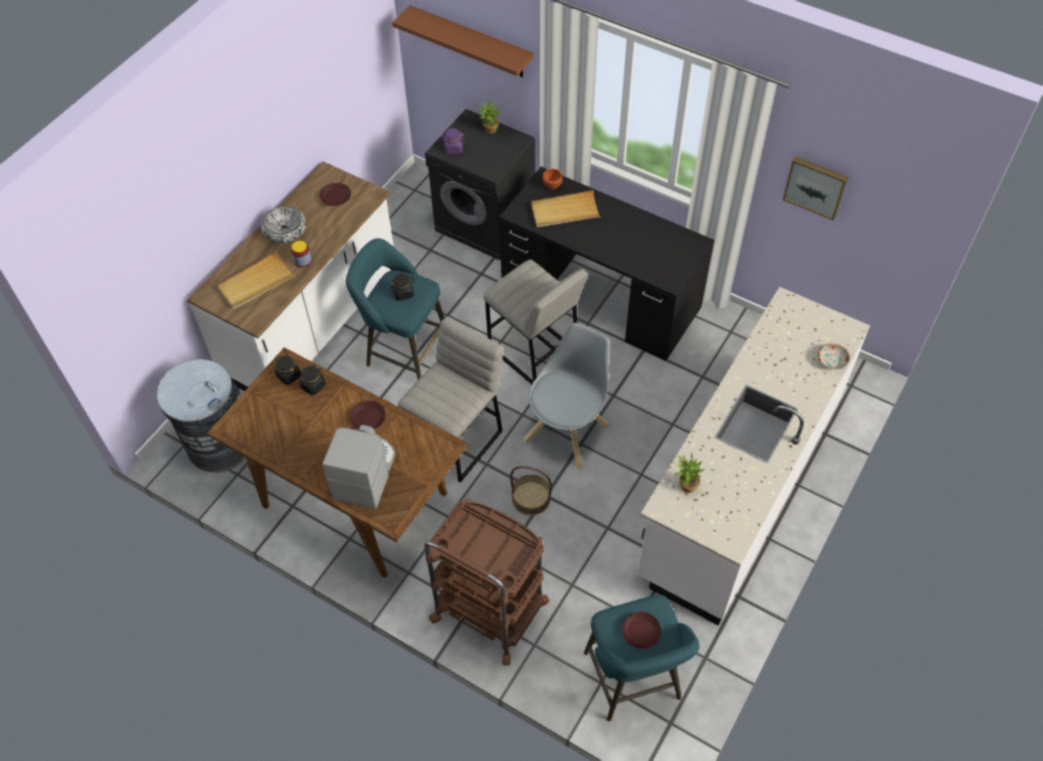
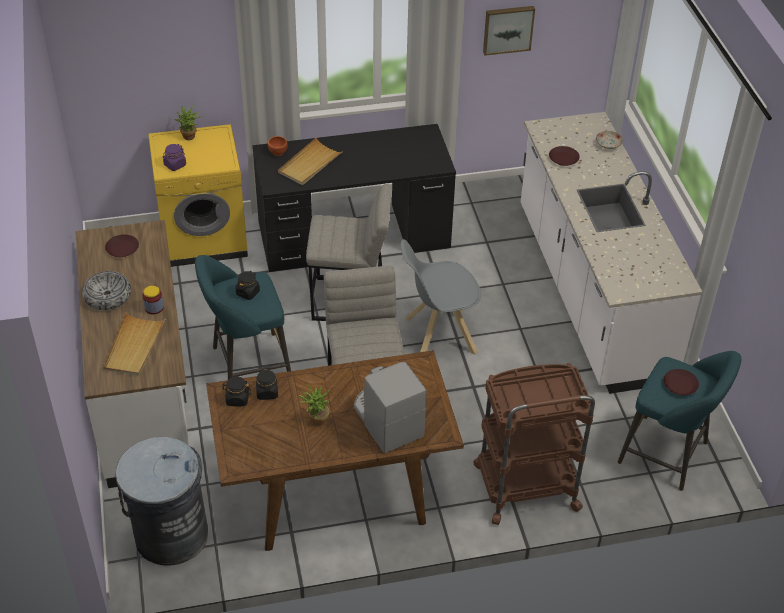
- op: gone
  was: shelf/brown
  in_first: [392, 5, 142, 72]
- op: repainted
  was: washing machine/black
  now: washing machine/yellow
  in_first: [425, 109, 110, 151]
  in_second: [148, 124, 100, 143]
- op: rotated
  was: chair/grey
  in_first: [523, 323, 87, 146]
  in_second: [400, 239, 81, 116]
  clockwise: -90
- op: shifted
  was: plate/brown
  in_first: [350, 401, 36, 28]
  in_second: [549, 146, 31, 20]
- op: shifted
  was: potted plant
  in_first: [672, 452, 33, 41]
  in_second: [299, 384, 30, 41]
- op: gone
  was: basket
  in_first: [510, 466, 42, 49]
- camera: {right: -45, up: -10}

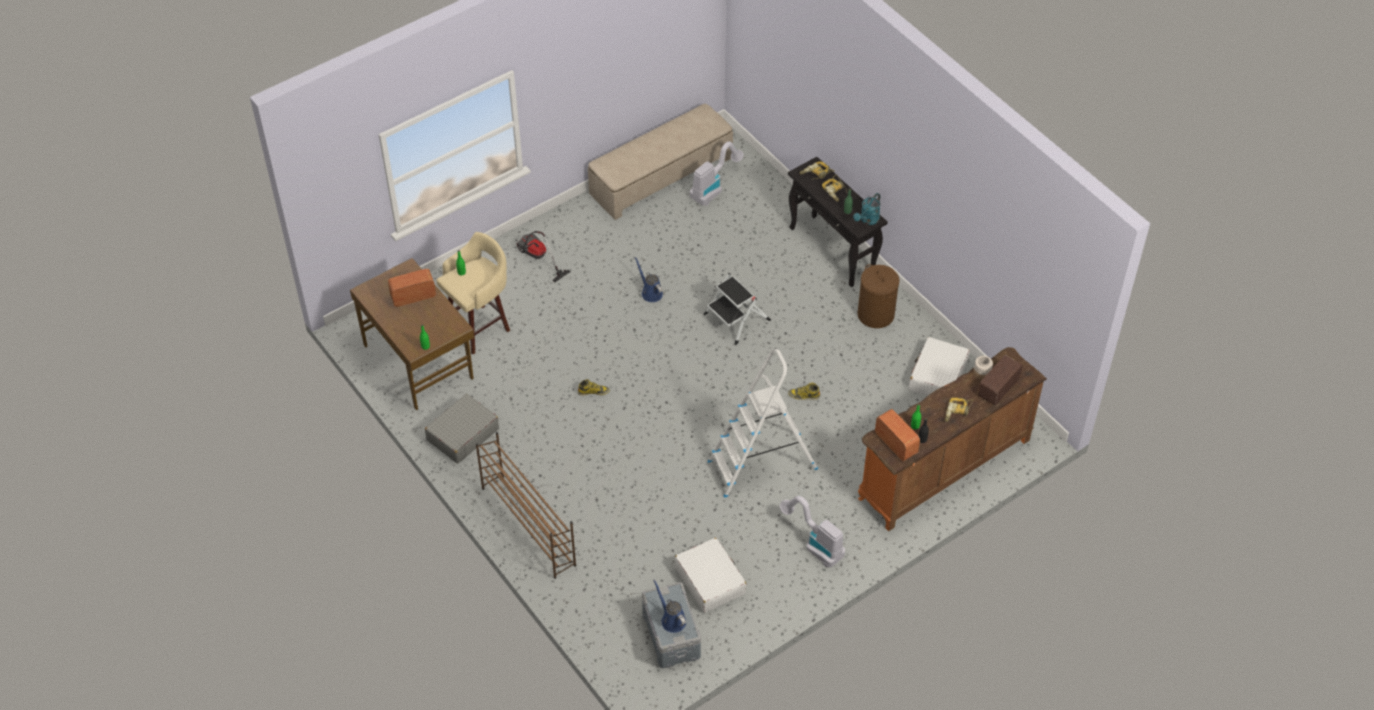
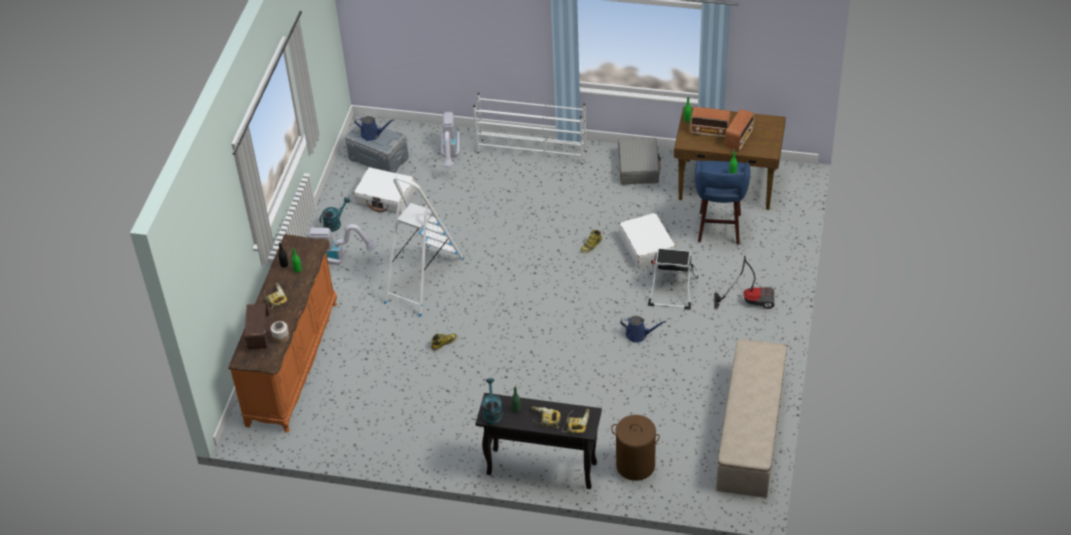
- op: shifted
  was: vacuum cleaner
  in_first: [690, 141, 54, 65]
  in_second: [441, 112, 20, 54]
- op: repainted
  was: stool/beige
  now: stool/blue
  in_first: [436, 232, 74, 122]
  in_second: [695, 160, 55, 84]
- op: shifted
  was: laundry basket/brown
  in_first: [857, 264, 42, 64]
  in_second: [611, 415, 49, 66]
- op: shifted
  was: step ladder
  in_first: [704, 273, 67, 72]
  in_second: [648, 248, 50, 62]
- op: shifted
  was: suitcase/white
  in_first: [909, 337, 60, 59]
  in_second: [619, 213, 57, 56]
- op: shifted
  was: radio
  in_first: [875, 409, 45, 52]
  in_second: [690, 107, 41, 30]
- op: repainted
  was: shoe rack/brown
  now: shoe rack/white
  in_first: [476, 432, 100, 147]
  in_second: [473, 93, 114, 72]
- op: new
  now: watering can/turquoise
  in_second: [319, 197, 31, 35]
- camera: {right: 140, up: -5}

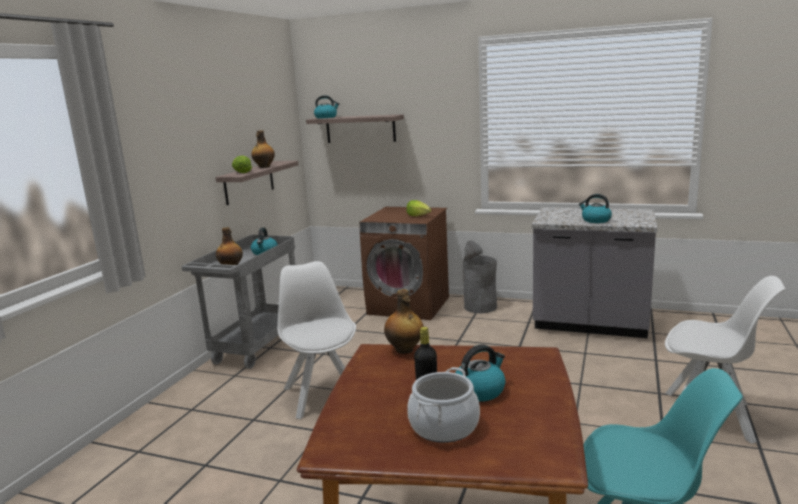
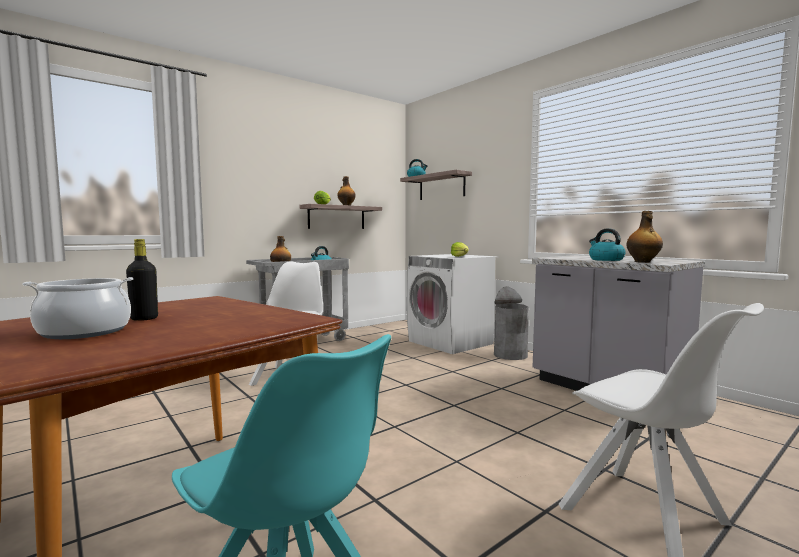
- op: repainted
  was: washing machine/brown
  now: washing machine/white
  in_first: [360, 207, 89, 113]
  in_second: [407, 254, 91, 100]
- op: shifted
  was: bottle
  in_first: [384, 289, 40, 65]
  in_second: [626, 211, 37, 52]
- op: gone
  was: kettle
  in_first: [455, 344, 51, 58]
- camera: {right: 30, up: -10}

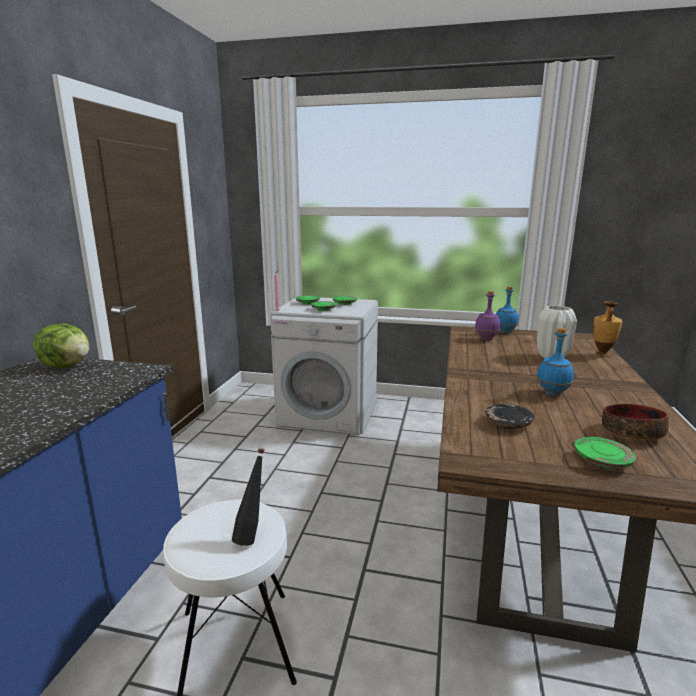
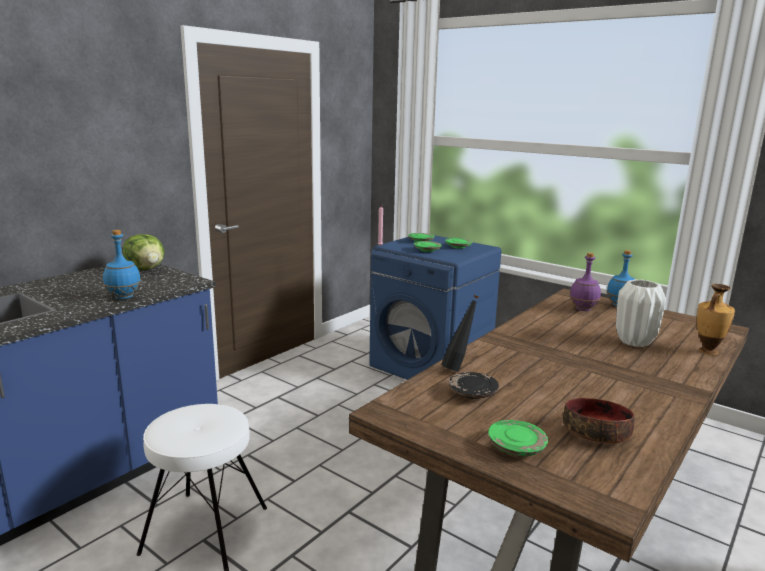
- op: repainted
  was: washing machine/white
  now: washing machine/blue
  in_first: [270, 297, 108, 138]
  in_second: [369, 235, 132, 145]
- op: shifted
  was: bottle/blue
  in_first: [537, 328, 37, 68]
  in_second: [103, 230, 38, 69]
- op: shifted
  was: bottle/black
  in_first: [232, 448, 33, 98]
  in_second: [441, 294, 38, 77]
- camera: {right: 25, up: 0}

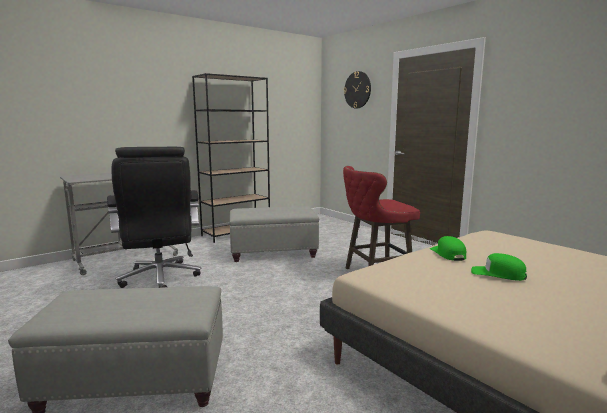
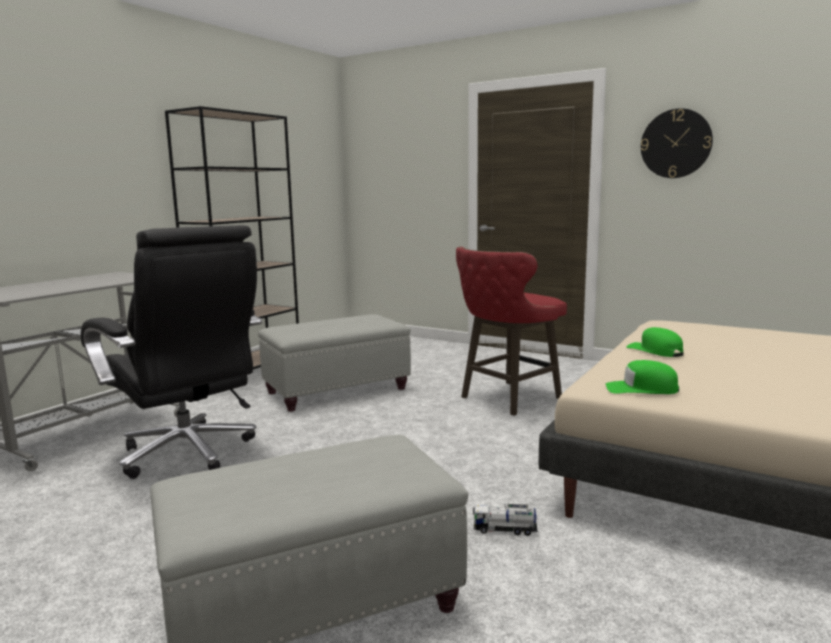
- op: shifted
  was: wall clock
  in_first: [344, 71, 27, 37]
  in_second: [641, 108, 72, 70]
- op: shifted
  was: cap/green
  in_first: [471, 253, 56, 28]
  in_second: [605, 360, 74, 34]
- op: new
  now: toy truck
  in_second: [473, 504, 65, 32]
- camera: {right: -20, up: 0}

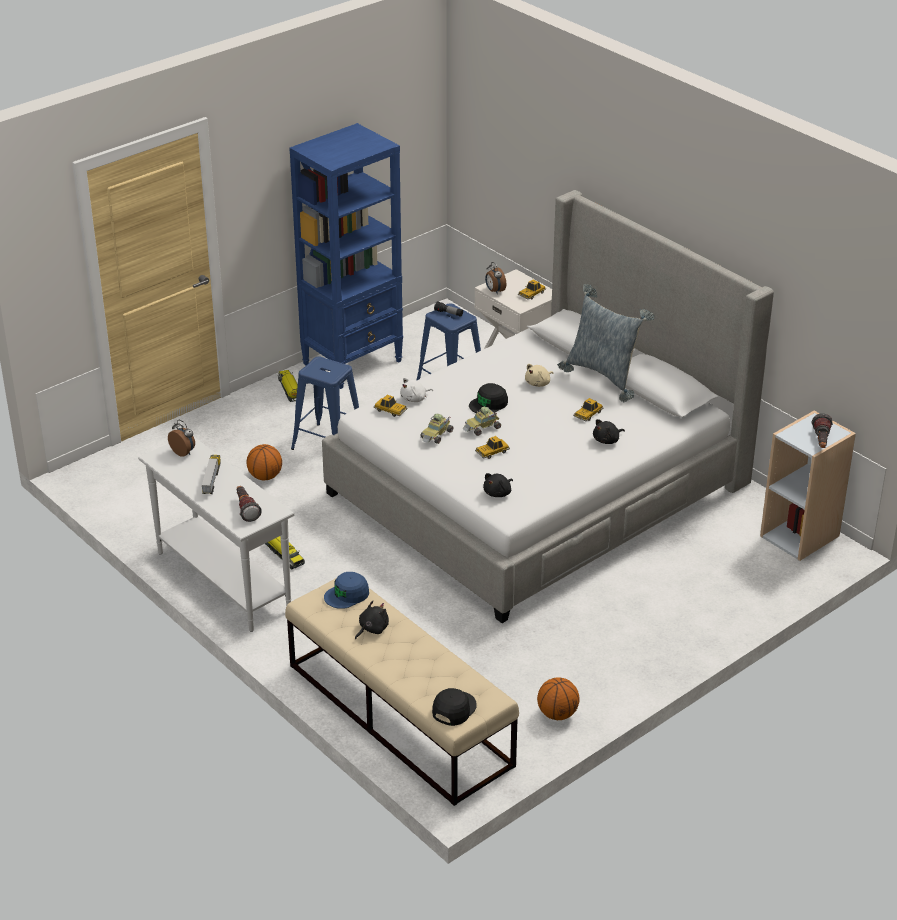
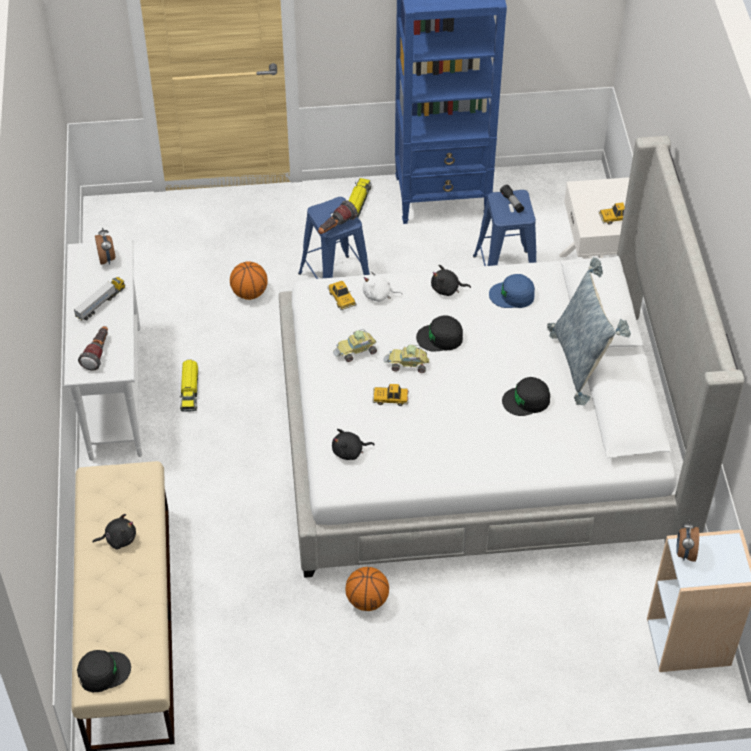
- op: shifted
  was: alarm clock
  in_first: [485, 262, 21, 31]
  in_second: [676, 520, 23, 42]
- op: gone
  was: plush toy/beige
  in_first: [525, 364, 28, 23]
- op: swapped
  was: toy car
  now: cap/black
  in_first: [573, 398, 30, 23]
  in_second: [502, 377, 48, 39]
- op: shifted
  was: flashlight
  in_first: [812, 413, 21, 35]
  in_second: [318, 200, 40, 34]
- op: shifted
  was: plush toy/black
  in_first: [593, 419, 32, 25]
  in_second: [431, 265, 40, 31]
- op: shifted
  was: cap/blue
  in_first: [324, 572, 45, 37]
  in_second: [489, 274, 46, 34]
- op: shifted
  was: basketball
  in_first: [537, 677, 43, 43]
  in_second: [345, 567, 44, 44]
- camera: {right: 35, up: 15}

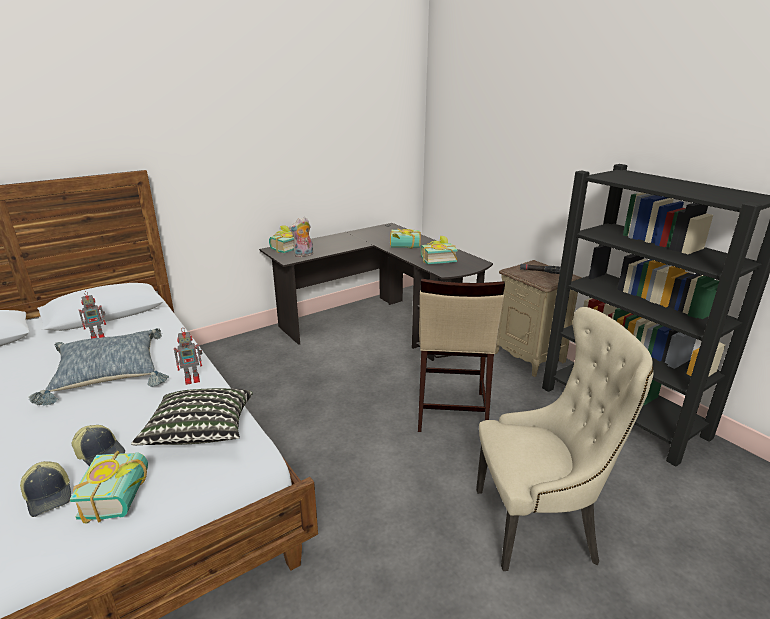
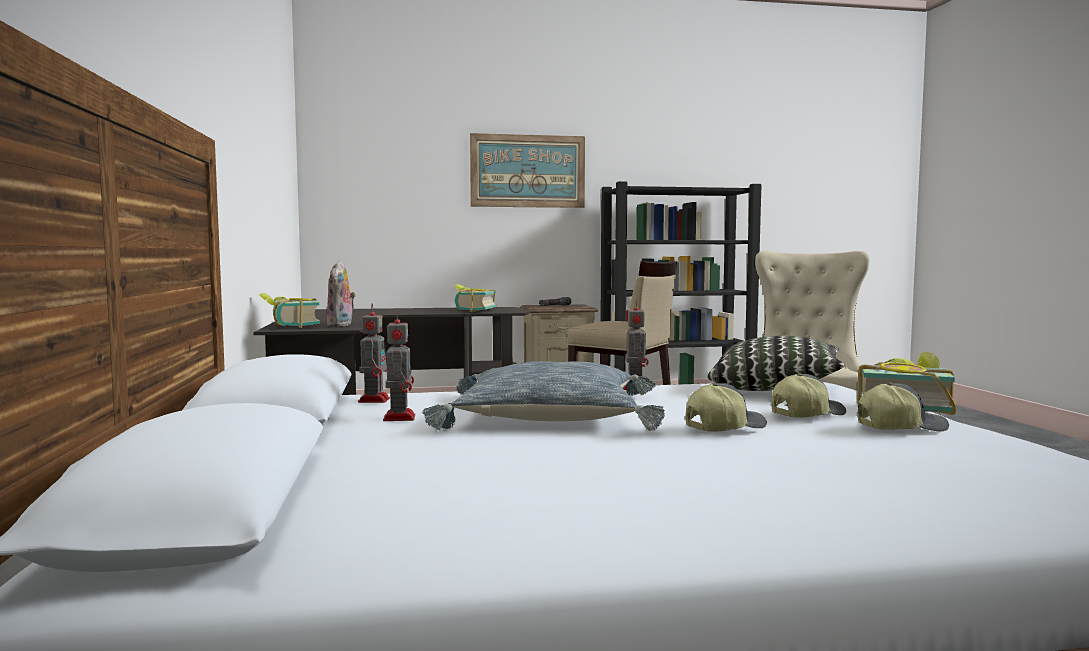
- op: gone
  was: book
  in_first: [390, 229, 31, 19]
- op: new
  now: picture
  in_second: [470, 133, 115, 75]
- op: new
  now: toy robot
  in_second: [358, 304, 32, 99]
- op: new
  now: cap
  in_second: [685, 383, 82, 49]
- camera: {right: -65, up: -20}

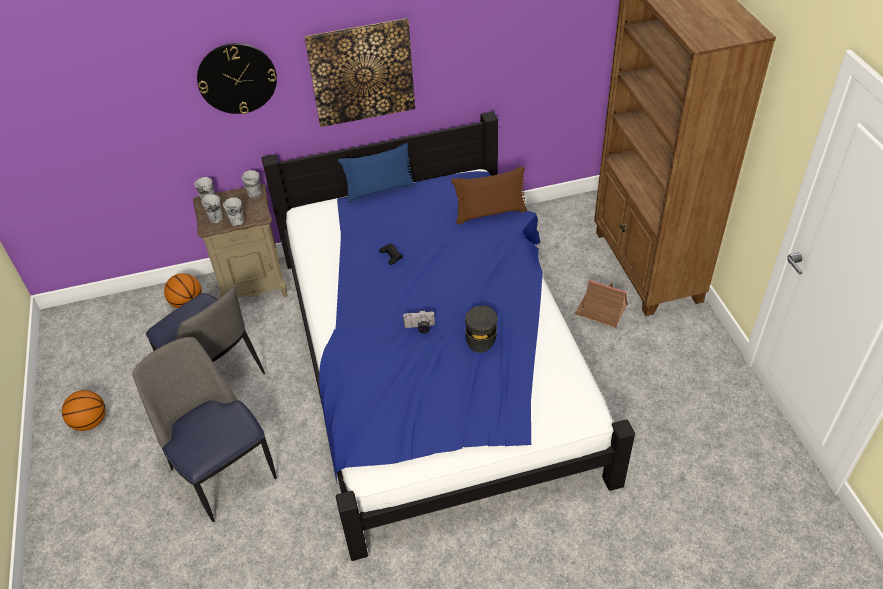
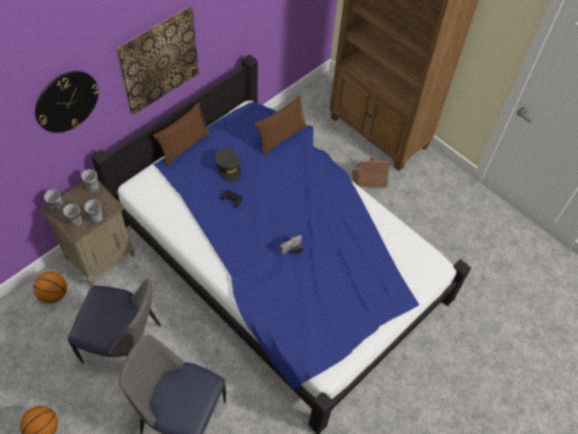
- op: repainted
  was: pillow/blue
  now: pillow/brown
  in_first: [338, 143, 77, 61]
  in_second: [153, 103, 57, 63]
- op: shifted
  was: cap/grey
  in_first: [465, 305, 33, 48]
  in_second: [215, 148, 26, 35]
- camera: {right: -35, up: 10}

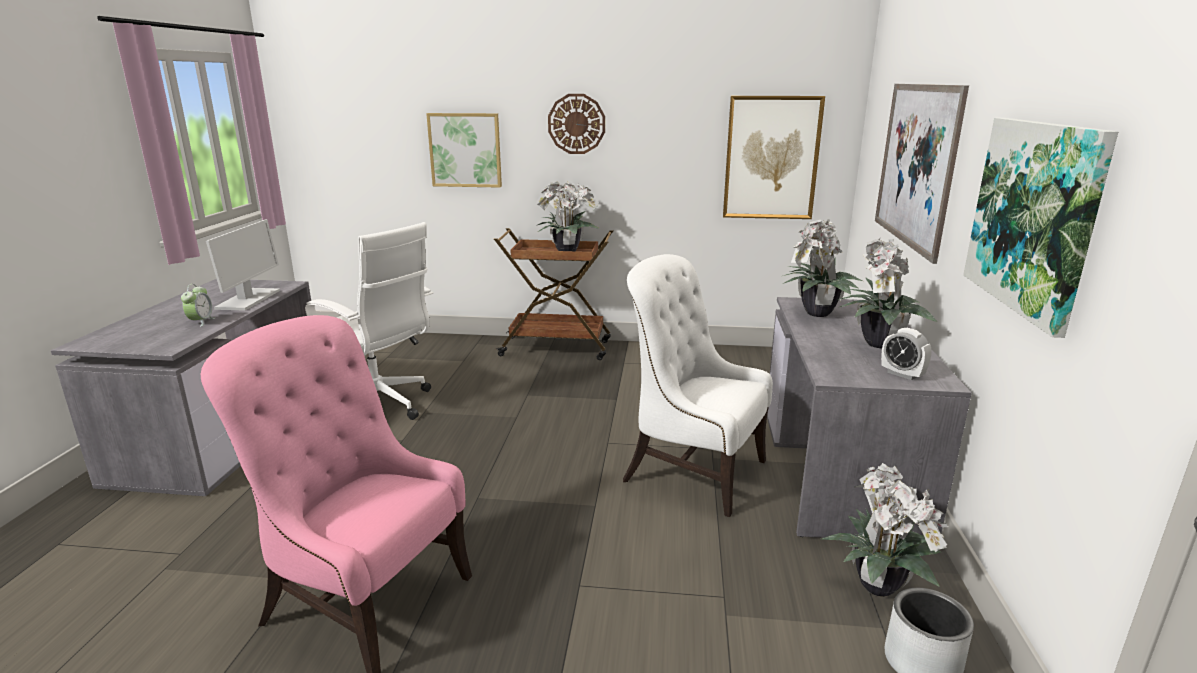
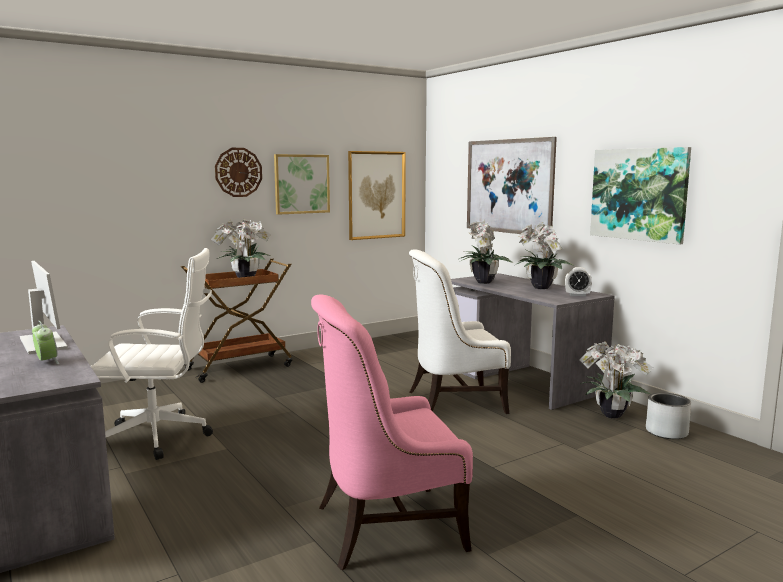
- op: shifted
  was: picture
  in_first: [426, 113, 76, 75]
  in_second: [274, 154, 56, 61]
- camera: {right: -40, up: -10}

